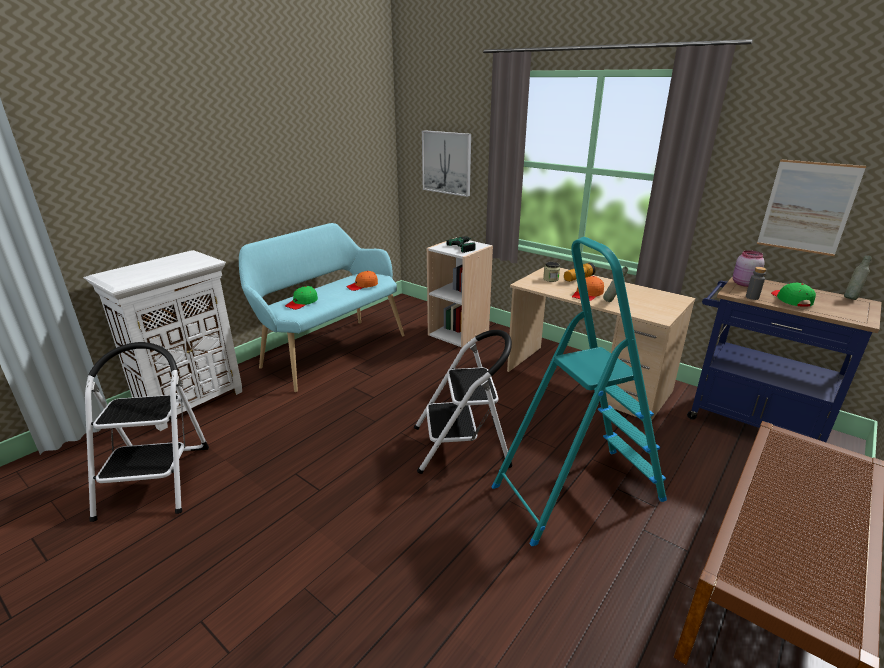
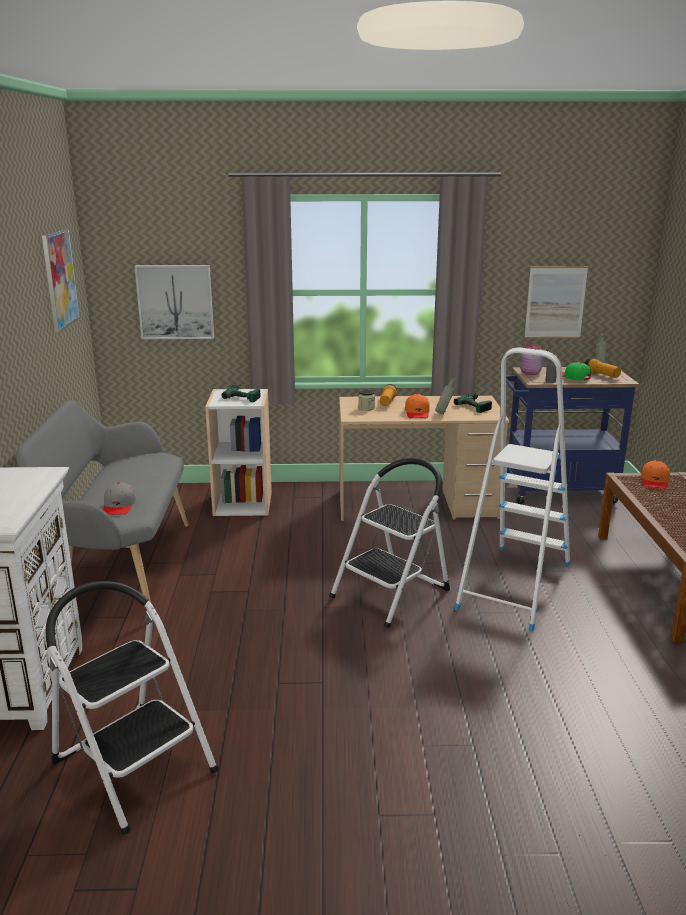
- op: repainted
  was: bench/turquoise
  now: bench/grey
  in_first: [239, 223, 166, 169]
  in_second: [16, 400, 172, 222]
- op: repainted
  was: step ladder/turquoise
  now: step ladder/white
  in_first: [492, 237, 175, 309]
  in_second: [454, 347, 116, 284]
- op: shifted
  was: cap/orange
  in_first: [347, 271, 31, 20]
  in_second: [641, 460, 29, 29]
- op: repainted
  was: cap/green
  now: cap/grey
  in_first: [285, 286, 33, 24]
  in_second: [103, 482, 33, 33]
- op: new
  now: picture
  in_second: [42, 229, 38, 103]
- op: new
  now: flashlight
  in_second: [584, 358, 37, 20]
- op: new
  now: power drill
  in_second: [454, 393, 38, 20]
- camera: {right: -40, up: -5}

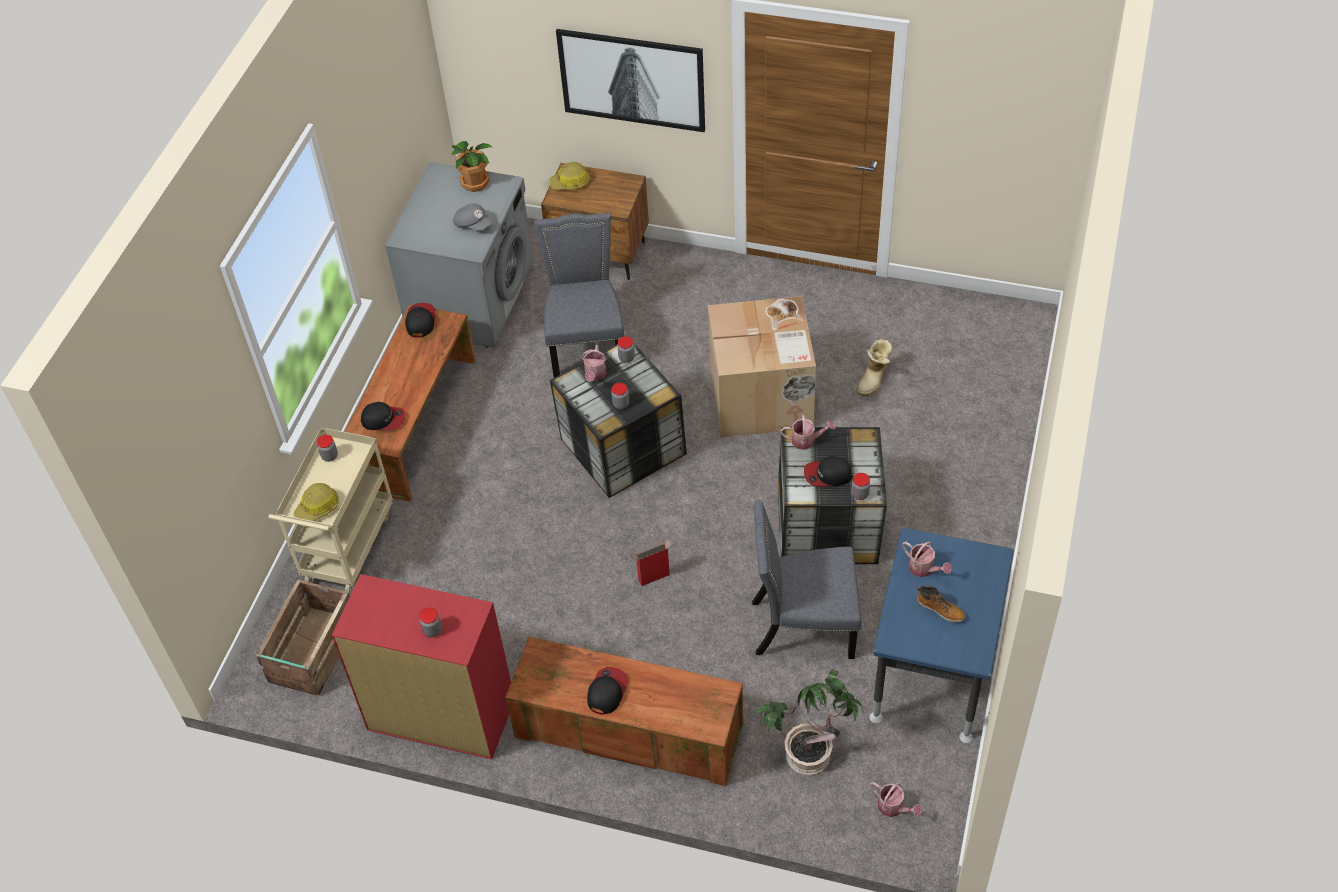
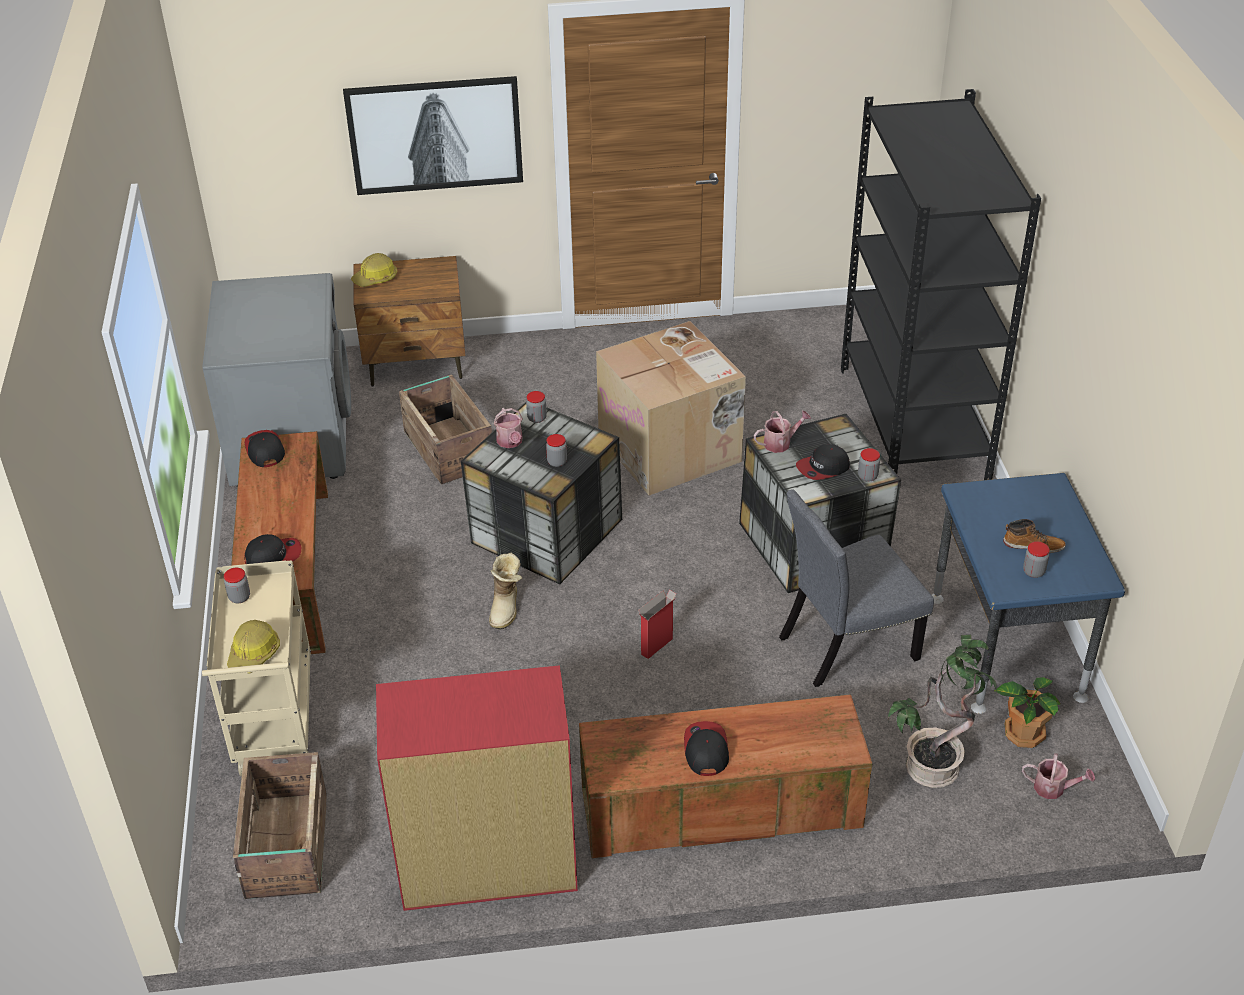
- op: shifted
  was: potted plant
  in_first: [452, 141, 42, 51]
  in_second: [994, 677, 66, 71]
- op: gone
  was: cap/grey
  in_first: [453, 203, 39, 28]
- op: swapped
  was: chair/grey
  now: crate
  in_first: [534, 213, 91, 165]
  in_second: [399, 374, 93, 111]
- op: shifted
  was: boot
  in_first: [856, 339, 37, 57]
  in_second: [489, 553, 33, 77]
- op: gone
  was: watering can
  in_first: [902, 541, 50, 36]
- op: shifted
  was: jar
  in_first: [419, 607, 23, 30]
  in_second: [1023, 541, 27, 37]
- op: new
  now: bookcase/black
  in_second: [841, 89, 200, 391]
- camera: {right: -25, up: -10}

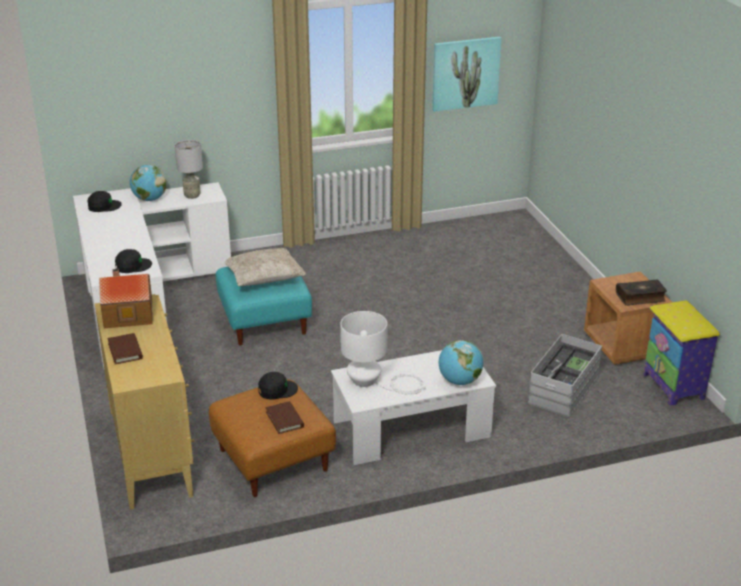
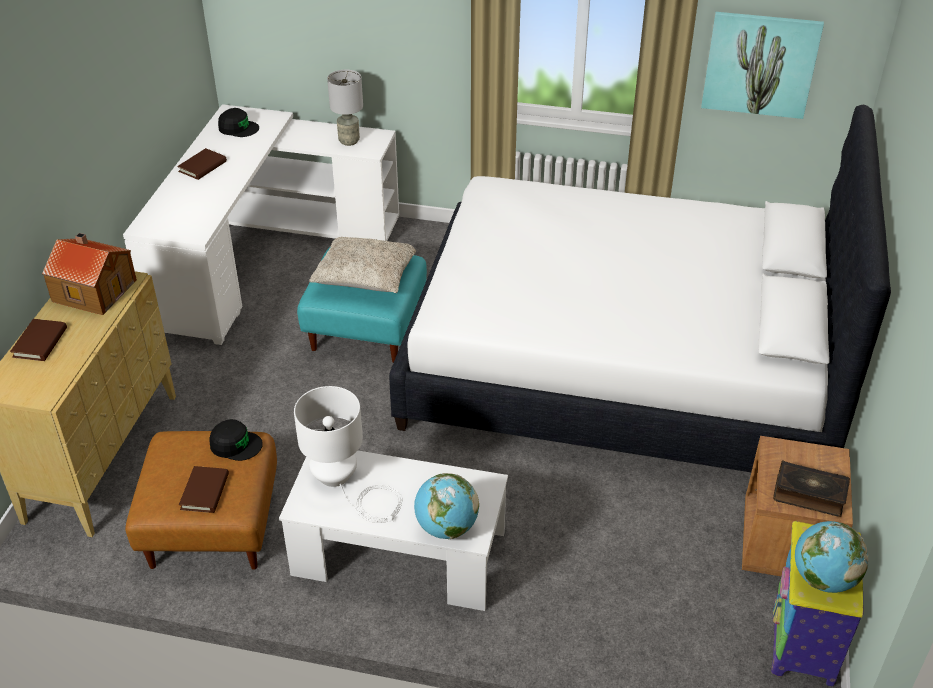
- op: shifted
  was: globe
  in_first: [130, 164, 37, 37]
  in_second: [795, 521, 74, 72]
- op: gone
  was: cap/black
  in_first: [115, 249, 37, 24]
- op: gone
  was: storage box/grey
  in_first: [528, 334, 75, 83]
- op: new
  now: bed/white
  in_second: [389, 104, 502, 368]
- op: new
  now: book/brown
  in_second: [177, 148, 50, 32]
- camera: {right: 30, up: 10}

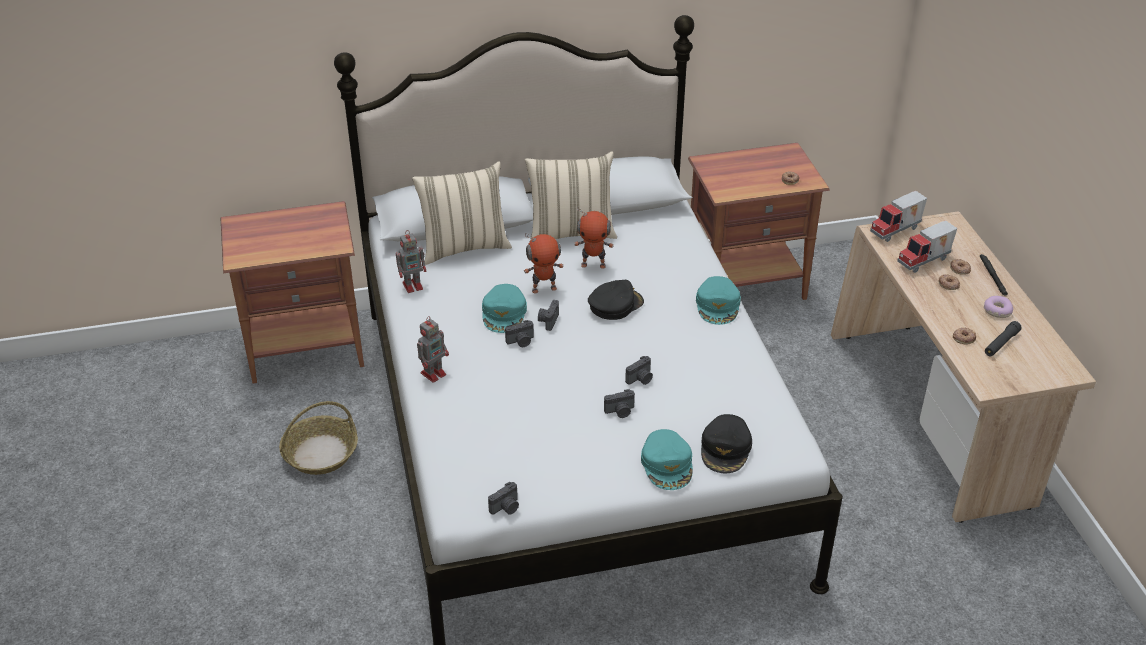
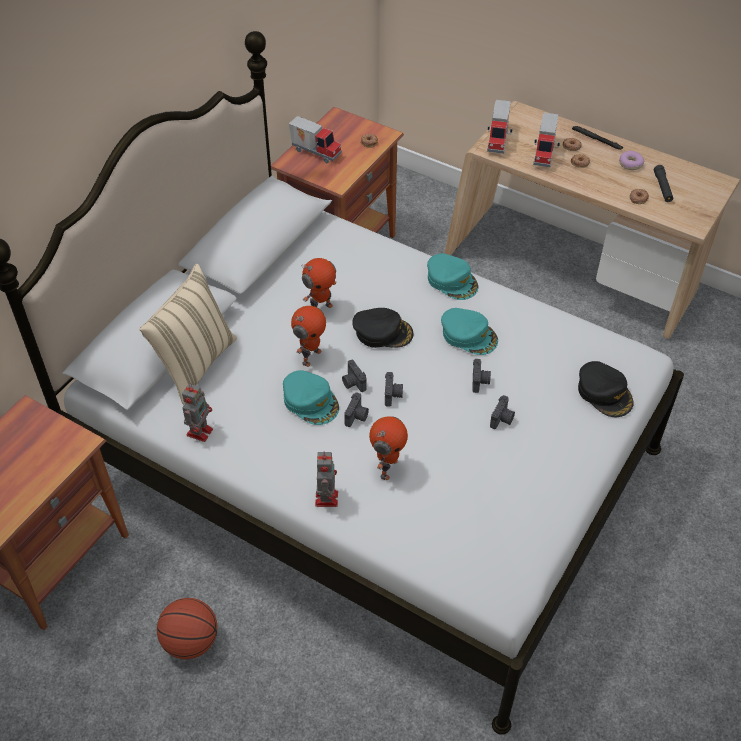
- op: gone
  was: pillow/beige
  in_first: [525, 151, 92, 89]
- op: rotated
  was: cap/black
  in_first: [588, 280, 56, 40]
  in_second: [352, 308, 61, 40]
  clockwise: 90
- op: swapped
  was: basket
  now: basketball
  in_first: [279, 401, 79, 74]
  in_second: [157, 598, 60, 61]
- op: shifted
  was: cap/turquoise
  in_first: [641, 429, 52, 61]
  in_second: [441, 308, 57, 47]
- op: shifted
  was: photo camera
  in_first: [488, 482, 31, 33]
  in_second: [385, 372, 18, 35]
- op: new
  now: toy truck
  in_second: [289, 116, 53, 47]
- op: new
  now: toy robot
  in_second: [369, 417, 39, 63]
- camera: {right: -45, up: 10}

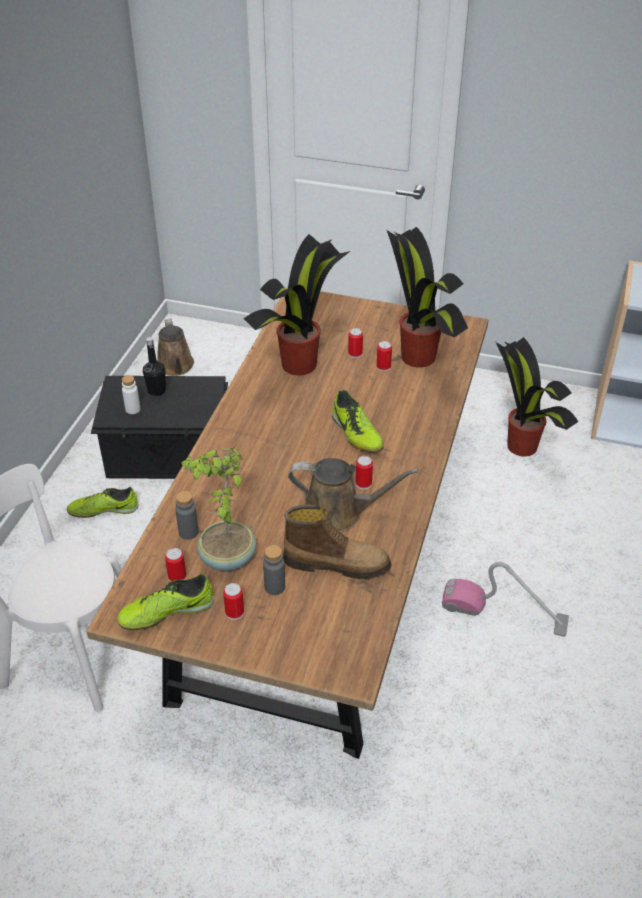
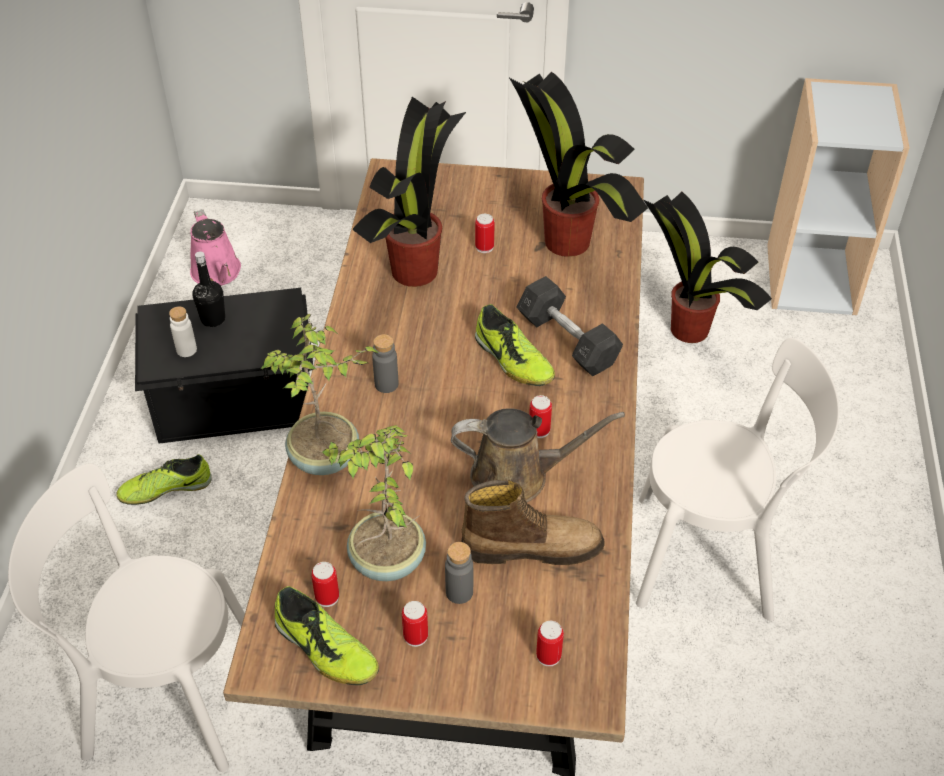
- op: repainted
  was: watering can/brown
  now: watering can/pink
  in_first: [157, 319, 37, 57]
  in_second: [190, 209, 51, 77]
- op: shifted
  was: can
  in_first: [377, 341, 15, 31]
  in_second: [536, 621, 28, 46]
- op: shifted
  was: bottle/grey
  in_first: [175, 491, 24, 49]
  in_second: [372, 334, 26, 59]
- op: swapped
  was: vacuum cleaner
  now: chair/white
  in_first: [442, 562, 127, 75]
  in_second: [636, 338, 203, 283]
- op: rotated
  was: shoe
  in_first: [117, 574, 97, 56]
  in_second: [274, 586, 105, 99]
  clockwise: -105
- op: new
  now: dumbbell/grey
  in_second: [516, 276, 107, 100]
- op: new
  now: potted plant
  in_second: [262, 314, 117, 161]
- camera: {right: -10, up: 5}

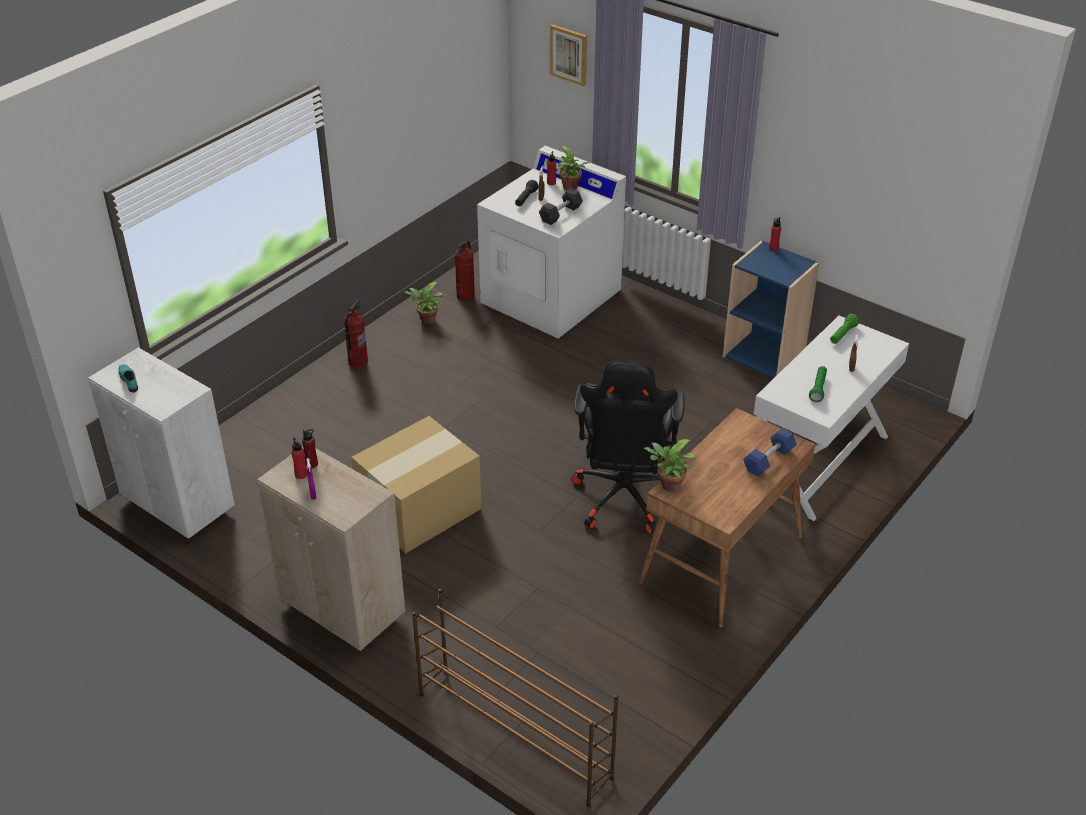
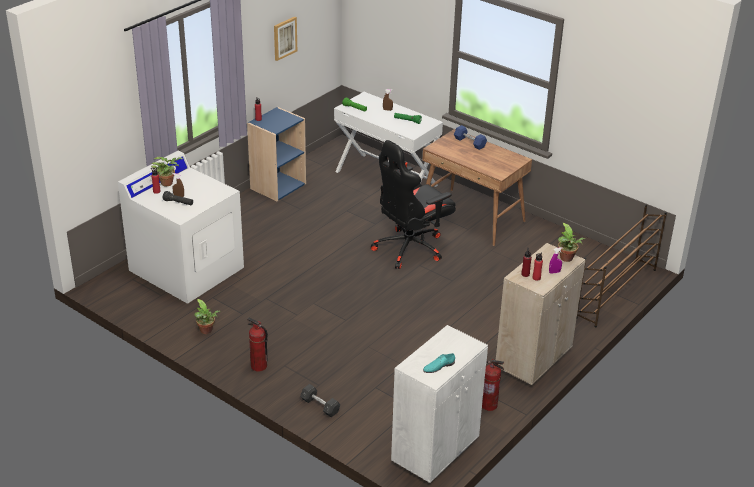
- op: shifted
  was: picture
  in_first: [550, 24, 37, 62]
  in_second: [274, 17, 23, 44]
- op: shifted
  was: dumbbell/grey
  in_first: [539, 188, 44, 37]
  in_second: [300, 384, 40, 33]
- op: shifted
  was: fire extinguisher
  in_first: [455, 241, 20, 60]
  in_second: [482, 359, 22, 52]
- op: rotated
  was: office chair/black
  in_first: [572, 361, 113, 173]
  in_second: [371, 140, 85, 129]
  clockwise: 135
- op: gone
  was: cardboard box
  in_first: [351, 416, 131, 137]
- op: shifted
  was: potted plant
  in_first: [643, 439, 53, 53]
  in_second: [558, 223, 28, 39]
- camera: {right: -90, up: -5}

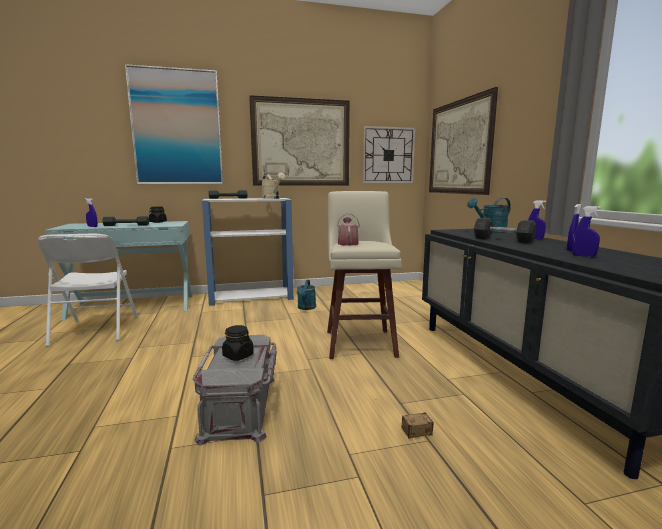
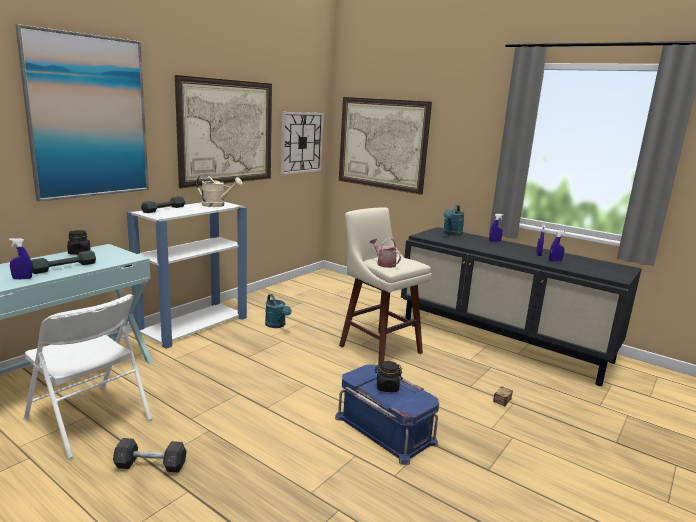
- op: shifted
  was: dumbbell/grey
  in_first: [474, 218, 62, 25]
  in_second: [113, 438, 74, 34]
- op: repainted
  was: storage box/grey
  now: storage box/blue
  in_first: [193, 335, 84, 111]
  in_second: [335, 364, 104, 101]
- camera: {right: -40, up: 5}

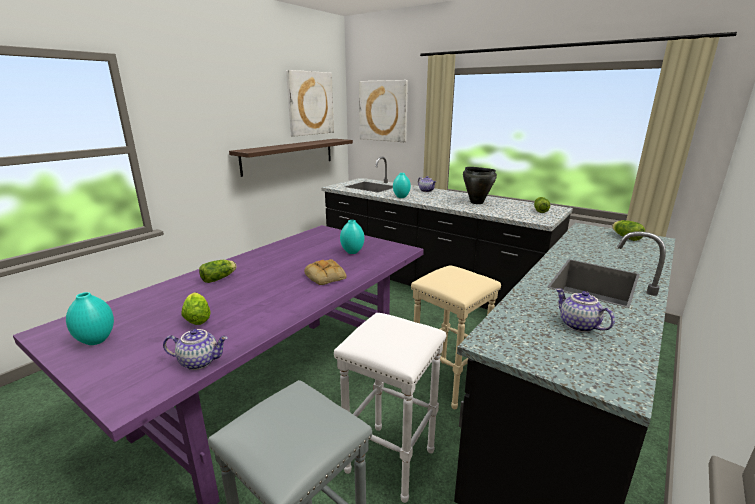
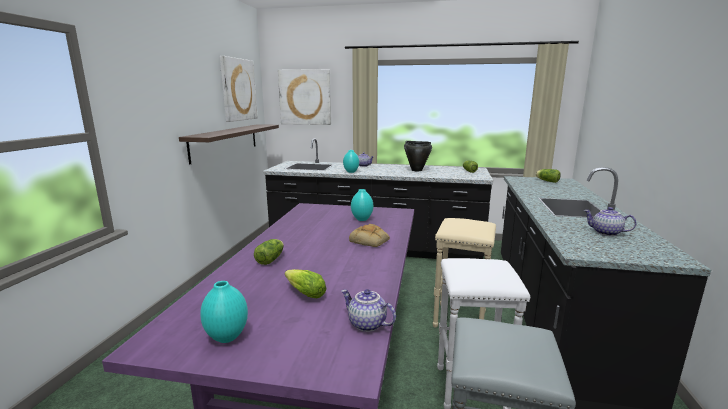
- op: rotated
  was: teapot
  in_first: [163, 329, 65, 41]
  in_second: [341, 289, 55, 43]
  clockwise: -120
- camera: {right: -25, up: -5}

